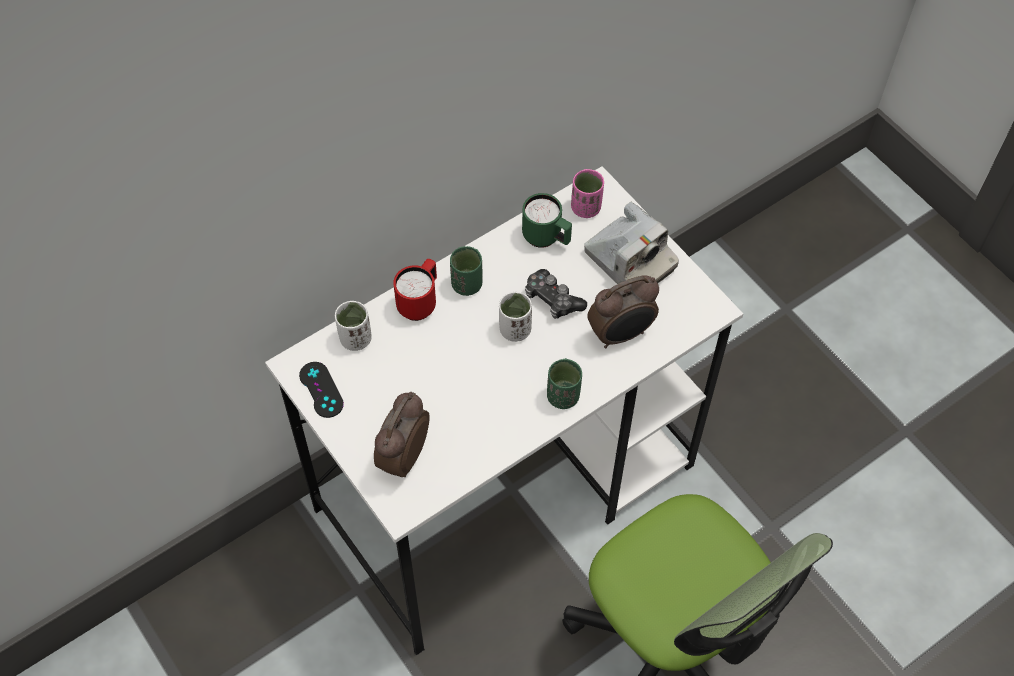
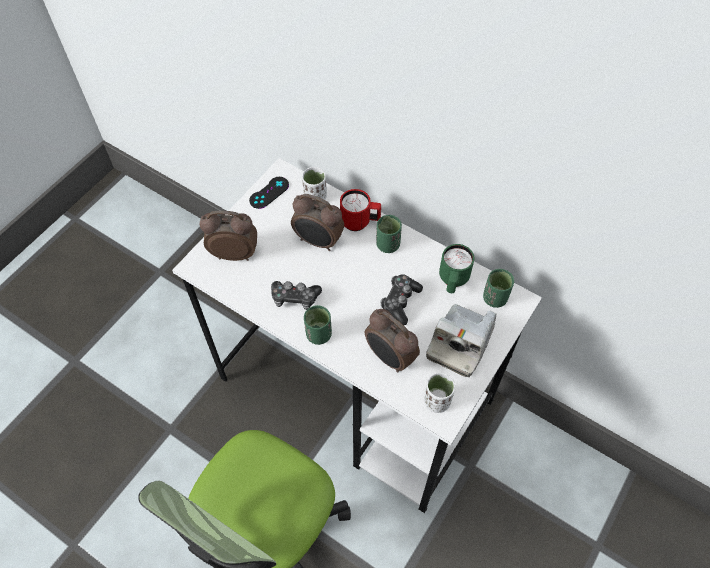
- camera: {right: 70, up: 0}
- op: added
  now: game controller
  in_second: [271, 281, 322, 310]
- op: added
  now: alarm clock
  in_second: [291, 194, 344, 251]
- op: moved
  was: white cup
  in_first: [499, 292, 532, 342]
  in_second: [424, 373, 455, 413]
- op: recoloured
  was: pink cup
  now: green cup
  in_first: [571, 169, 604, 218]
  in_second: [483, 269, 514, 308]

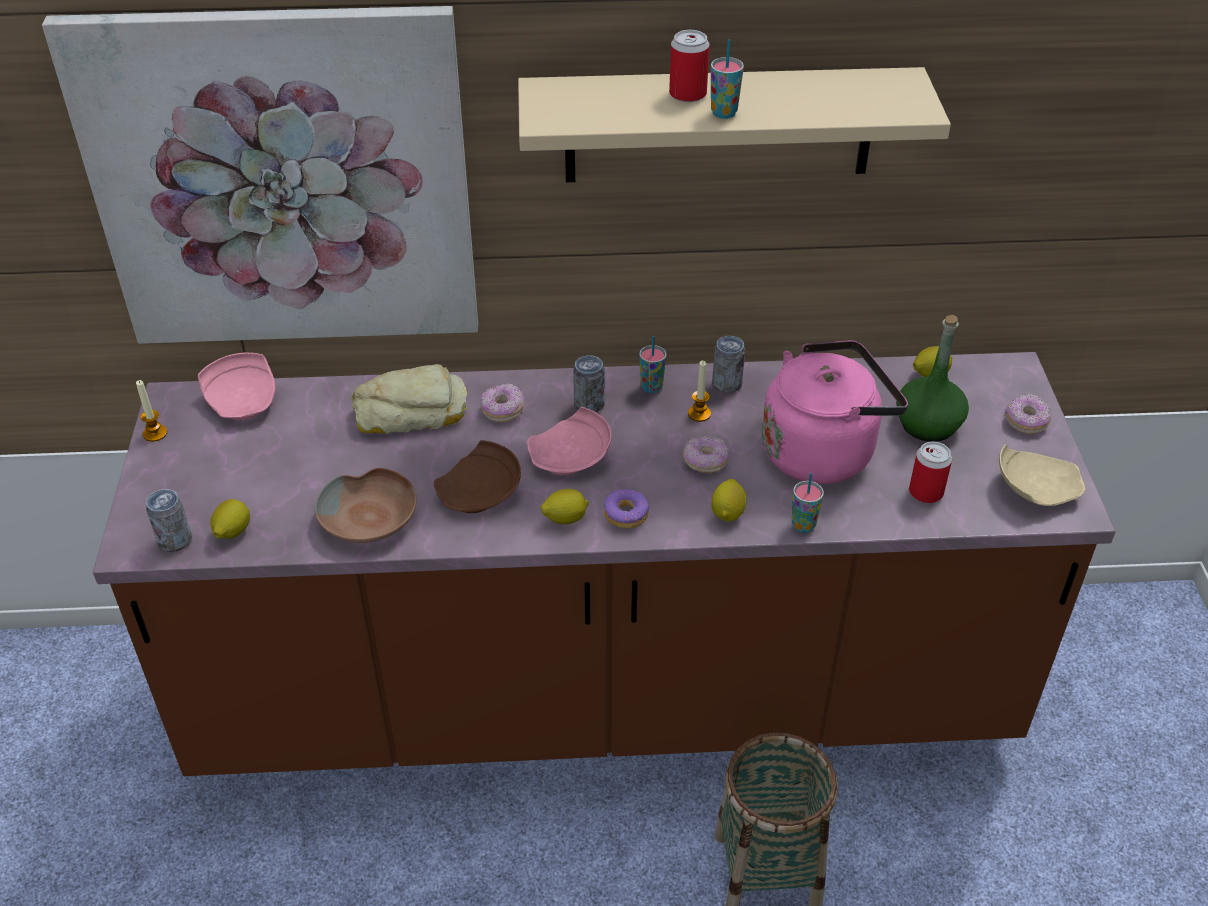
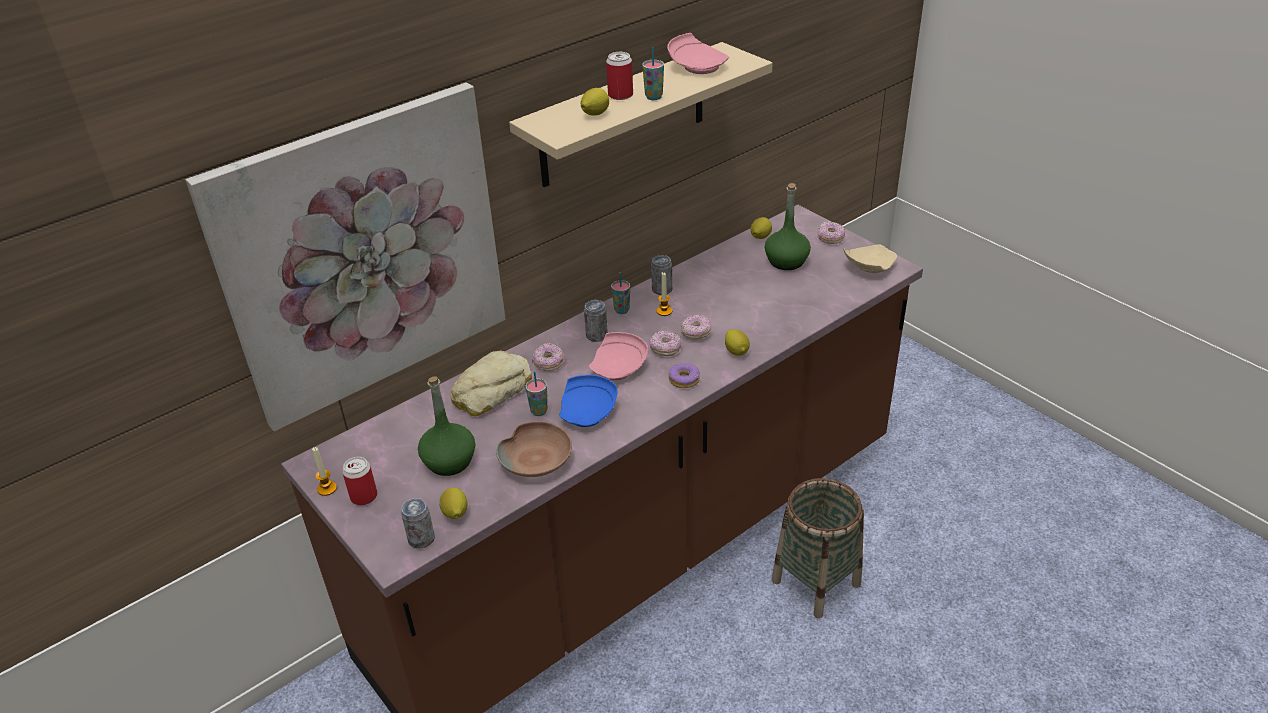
- camera: {right: -35, up: -5}
- op: moved
  was: can
  in_first: [909, 442, 952, 503]
  in_second: [342, 457, 377, 505]
- op: added
  now: green bottle
  in_second: [418, 377, 475, 476]
- op: moved
  was: cup
  in_first: [792, 473, 824, 533]
  in_second: [526, 371, 548, 416]
- op: recoloured
  was: brown plate
  now: blue plate
  in_first: [434, 440, 521, 513]
  in_second: [559, 375, 617, 427]
- op: moved
  was: lemon
  in_first: [541, 489, 589, 524]
  in_second: [581, 88, 609, 116]
- op: added
  now: donut
  in_second: [649, 331, 682, 356]
- op: moved
  was: pink plate
  in_first: [198, 352, 275, 420]
  in_second: [667, 33, 729, 74]
- op: removed
  was: pink kettle
  in_first: [762, 340, 908, 484]

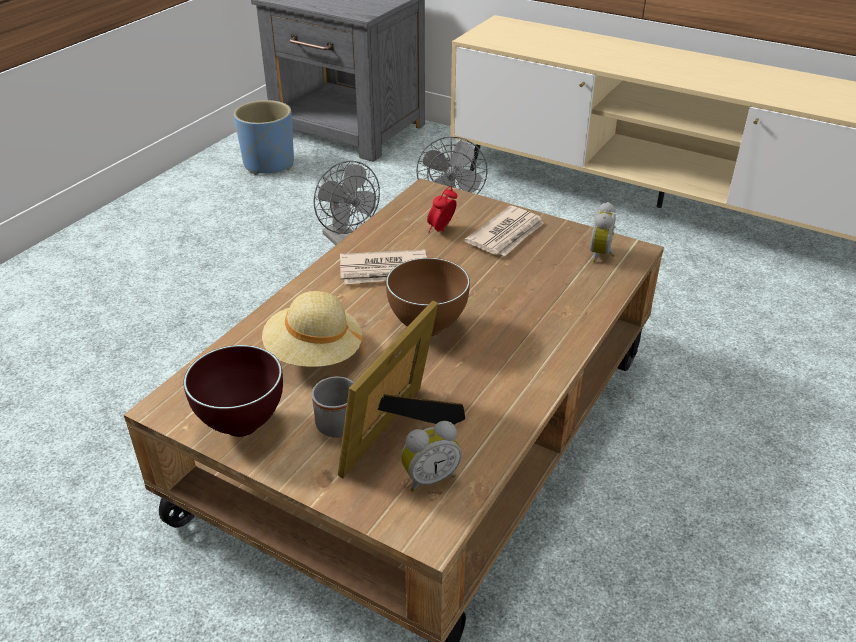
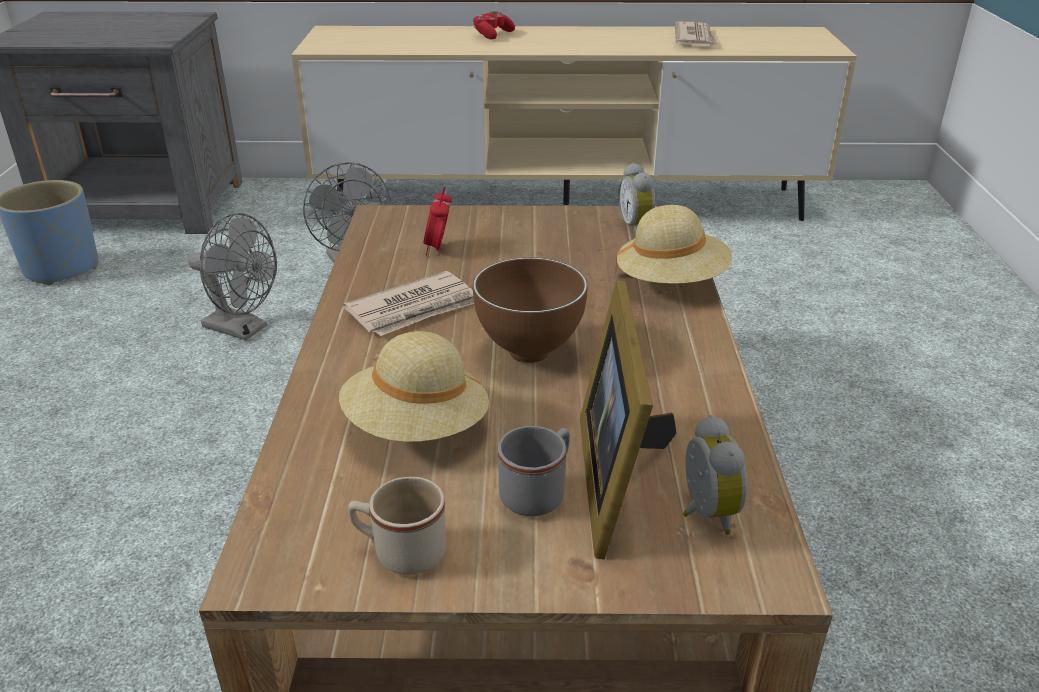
- camera: {right: -30, up: -5}
- op: replaced
  was: brown bowl
  now: beige mug
  in_first: [183, 345, 283, 437]
  in_second: [348, 477, 446, 575]
- op: added
  now: red game controller
  in_second: [473, 11, 515, 39]
- op: added
  now: beige hat
  in_second: [615, 205, 732, 284]
- op: moved
  was: newspaper
  in_first: [464, 206, 544, 256]
  in_second: [675, 22, 718, 46]
- op: turned
  was: alarm clock
  in_first: [401, 421, 462, 492]
  in_second: [683, 415, 747, 535]
  clockwise: -45

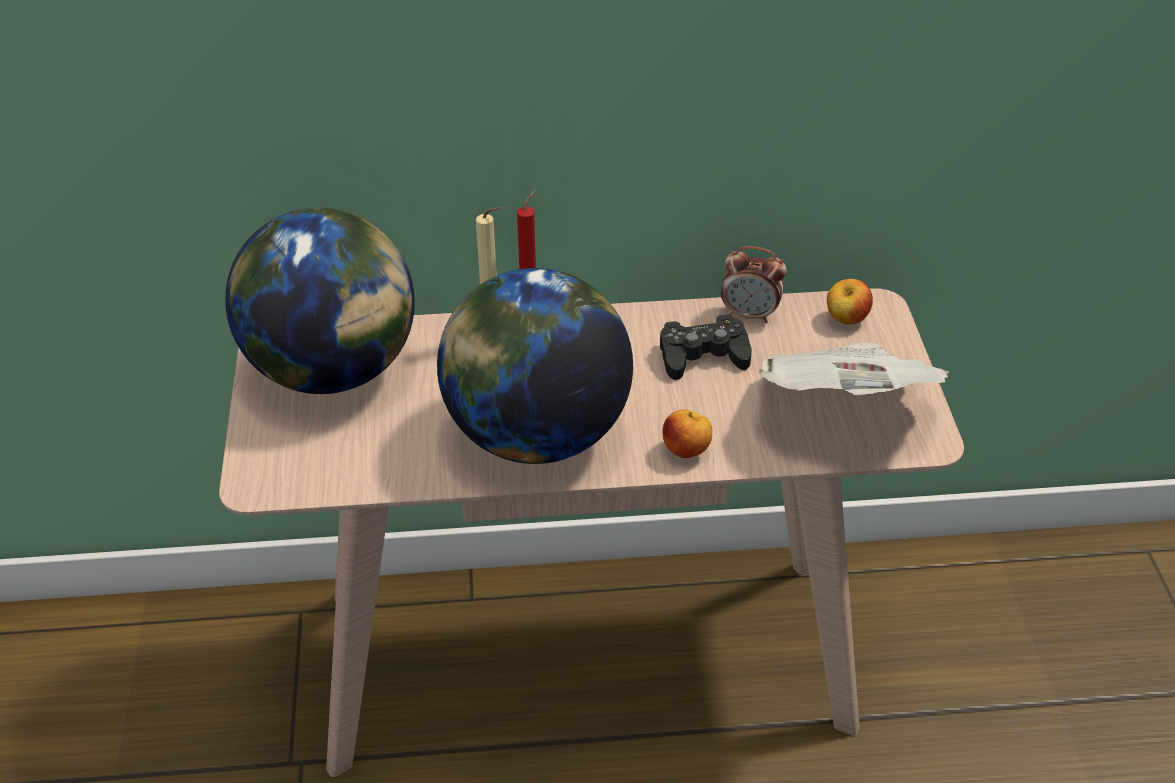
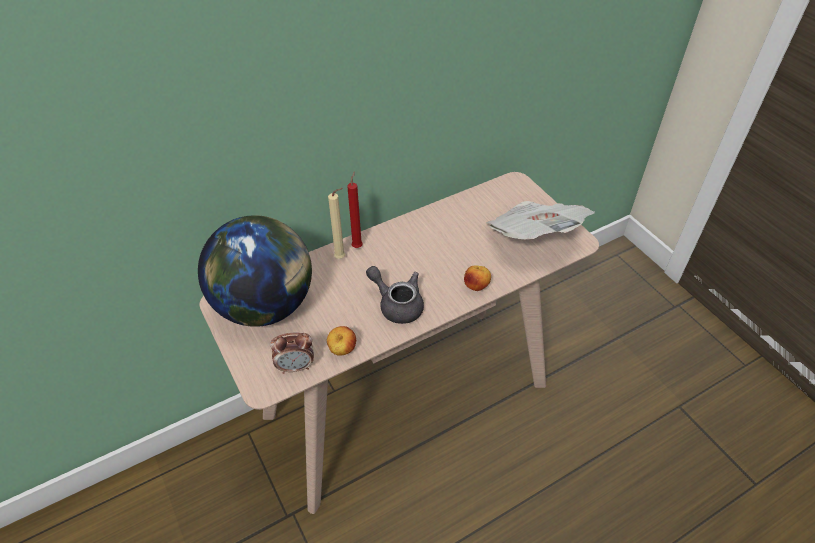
- camera: {right: -25, up: 5}
- op: moved
  was: alarm clock
  in_first: [721, 246, 787, 323]
  in_second: [270, 333, 314, 374]
- op: moved
  was: apple
  in_first: [827, 279, 873, 325]
  in_second: [327, 326, 356, 356]
- op: replaced
  was: globe
  now: grey teapot
  in_first: [437, 268, 633, 464]
  in_second: [366, 266, 424, 324]
- op: removed
  was: black game controller
  in_first: [660, 314, 752, 380]

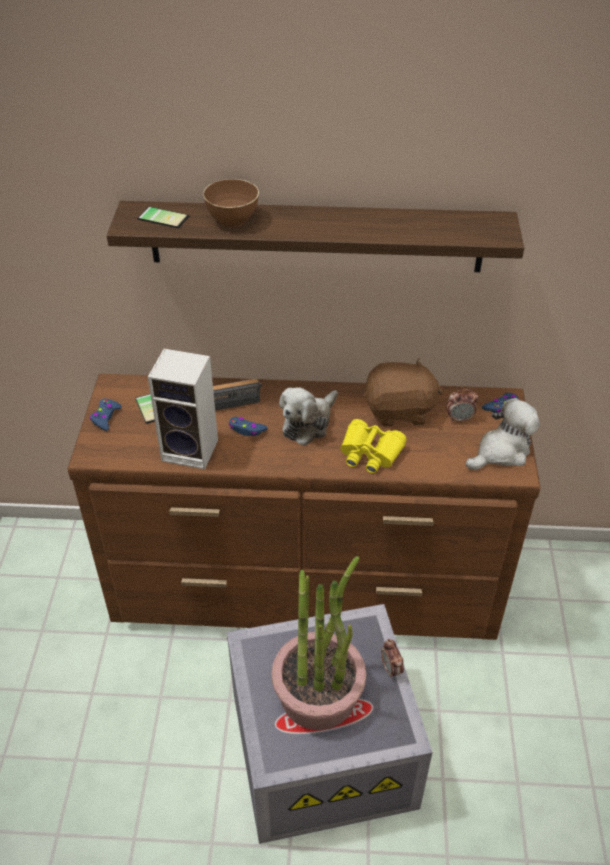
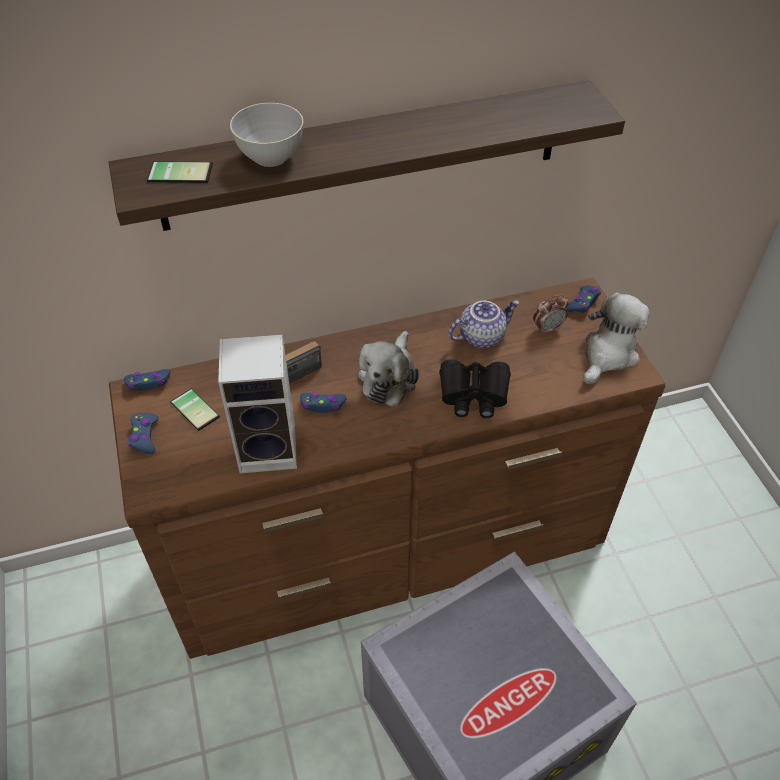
- camera: {right: -20, up: 5}
- op: added
  now: blue game controller
  in_second: [124, 369, 170, 391]
- op: recoloured
  was: brown bowl
  now: grey bowl
  in_first: [203, 179, 259, 227]
  in_second: [230, 103, 303, 167]
- op: recoloured
  was: yellow binoculars
  now: black binoculars
  in_first: [340, 419, 407, 473]
  in_second: [439, 359, 511, 418]
- op: replaced
  was: brown plush toy
  now: teapot
  in_first: [364, 357, 444, 427]
  in_second: [448, 300, 519, 348]
- op: removed
  was: potted plant
  in_first: [271, 556, 366, 730]
- op: removed
  was: alarm clock
  in_first: [381, 639, 404, 678]

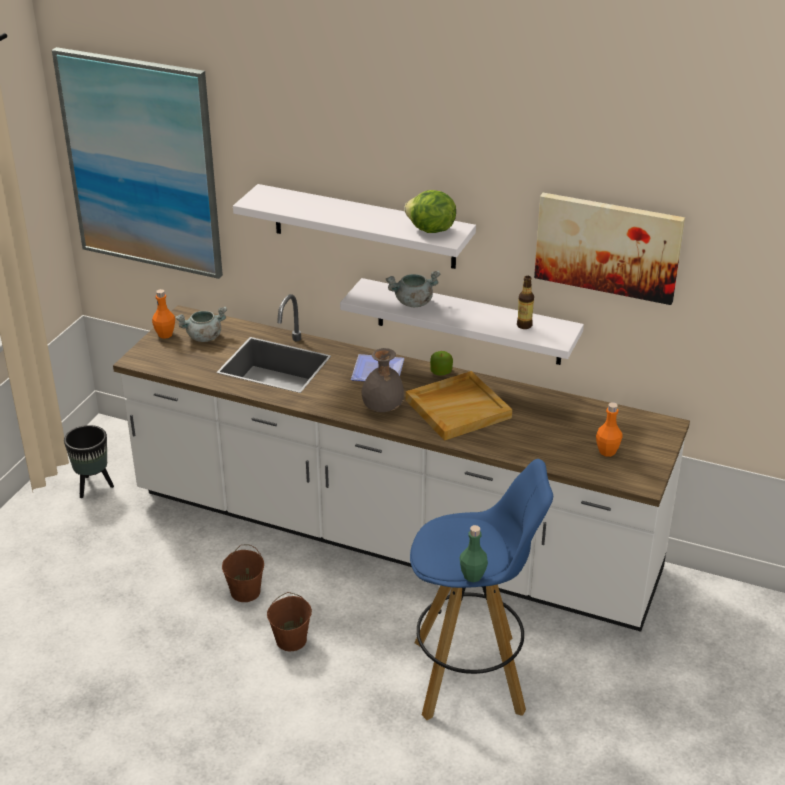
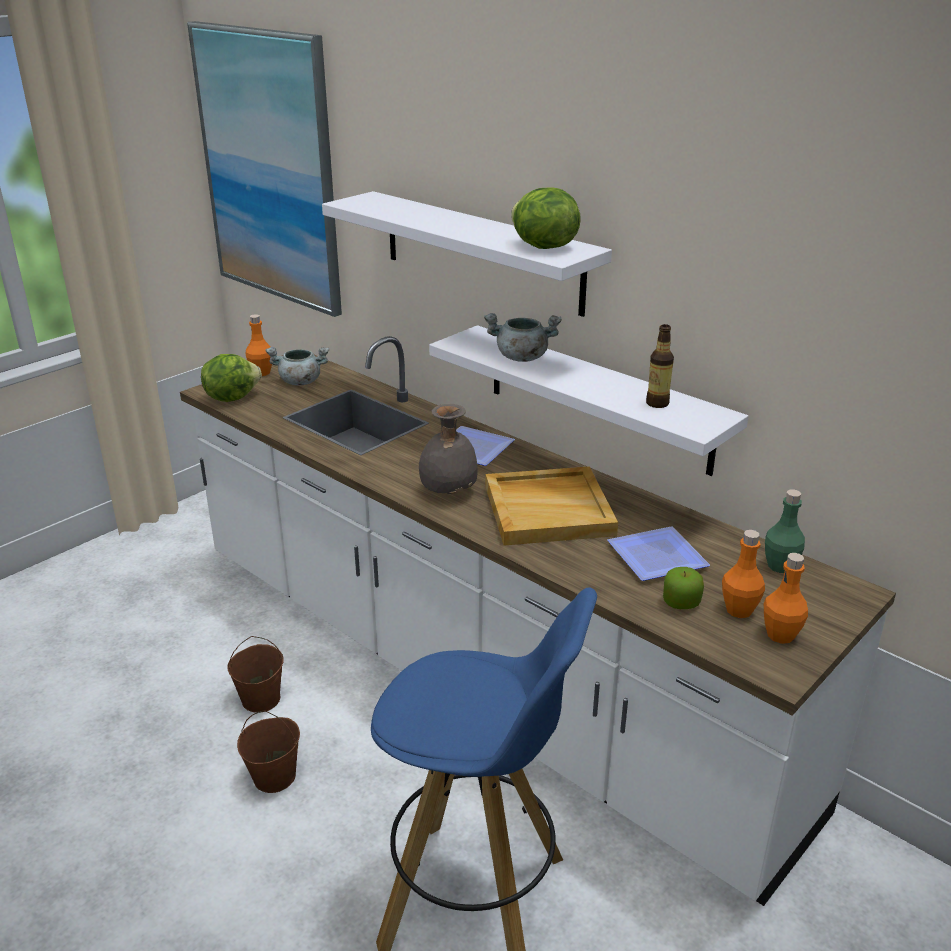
- camera: {right: 20, up: -5}
- op: added
  now: lettuce
  in_second: [201, 354, 262, 402]
- op: added
  now: plate
  in_second: [607, 526, 710, 581]
- op: moved
  was: apple
  in_first: [430, 351, 453, 375]
  in_second: [663, 567, 704, 609]
- op: added
  now: orange bottle
  in_second: [764, 553, 808, 644]
- op: moved
  was: green bottle
  in_first: [460, 525, 488, 582]
  in_second: [765, 489, 805, 573]
- op: removed
  was: black planter
  in_first: [64, 425, 114, 498]
- op: removed
  was: picture
  in_first: [534, 193, 685, 305]

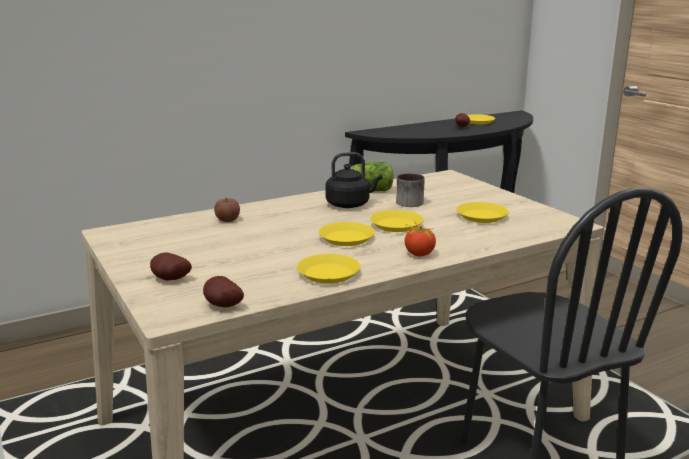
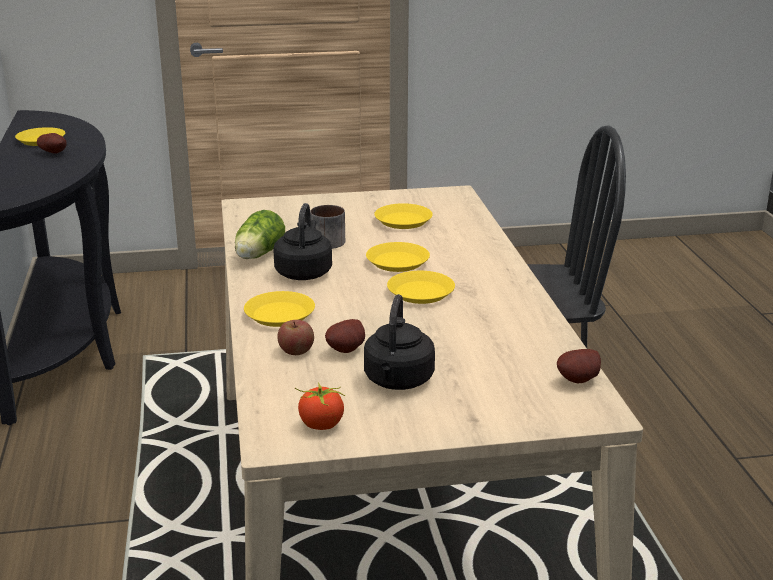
- camera: {right: -70, up: 5}
- op: moved
  was: yellow plate
  in_first: [297, 254, 361, 284]
  in_second: [244, 291, 315, 327]
- op: moved
  was: tomato
  in_first: [405, 221, 436, 256]
  in_second: [295, 382, 345, 430]
- op: moved
  was: potato
  in_first: [150, 253, 192, 281]
  in_second: [325, 319, 365, 353]
- op: added
  now: black kettle
  in_second: [364, 294, 435, 390]

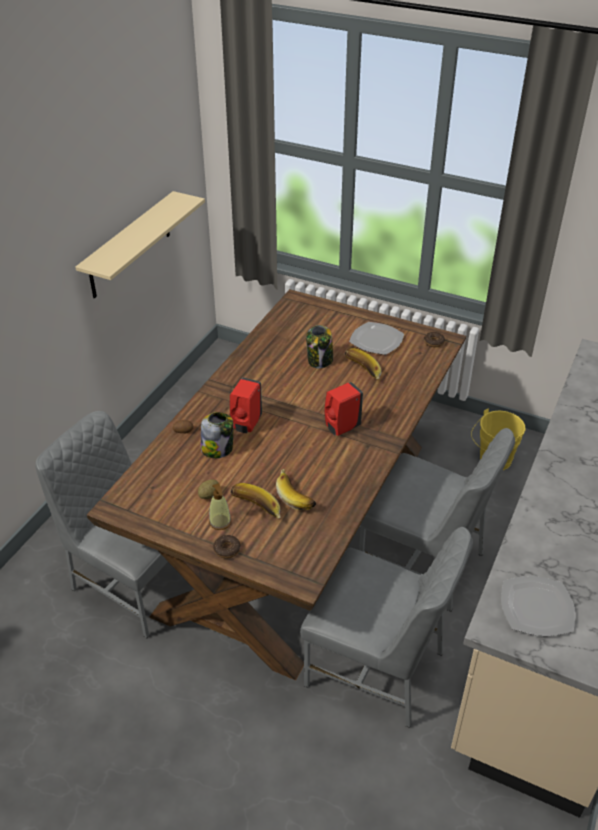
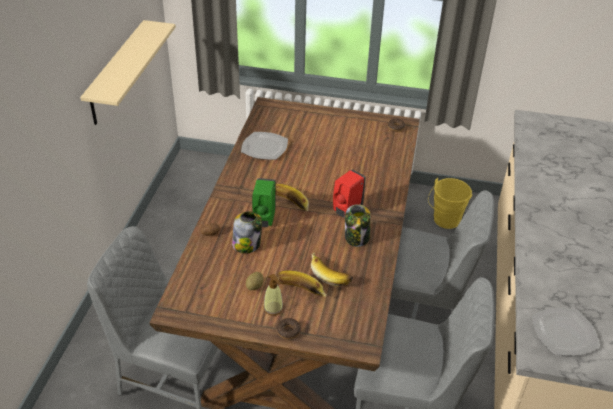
- camera: {right: -15, up: 0}
- op: moved
  was: plate
  in_first: [349, 322, 404, 355]
  in_second: [241, 132, 288, 160]
- op: recoloured
  was: red soap dispenser
  now: green soap dispenser
  in_first: [230, 378, 262, 433]
  in_second: [252, 178, 276, 227]
- op: moved
  was: banana
  in_first: [345, 348, 381, 380]
  in_second: [275, 184, 309, 211]
- op: moved
  was: jar
  in_first: [306, 325, 333, 368]
  in_second: [345, 204, 371, 247]

